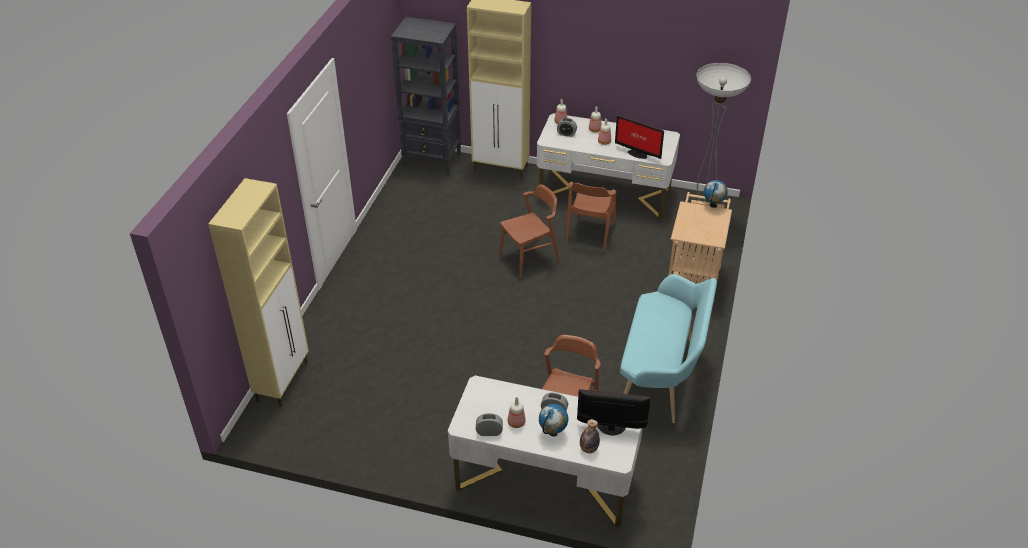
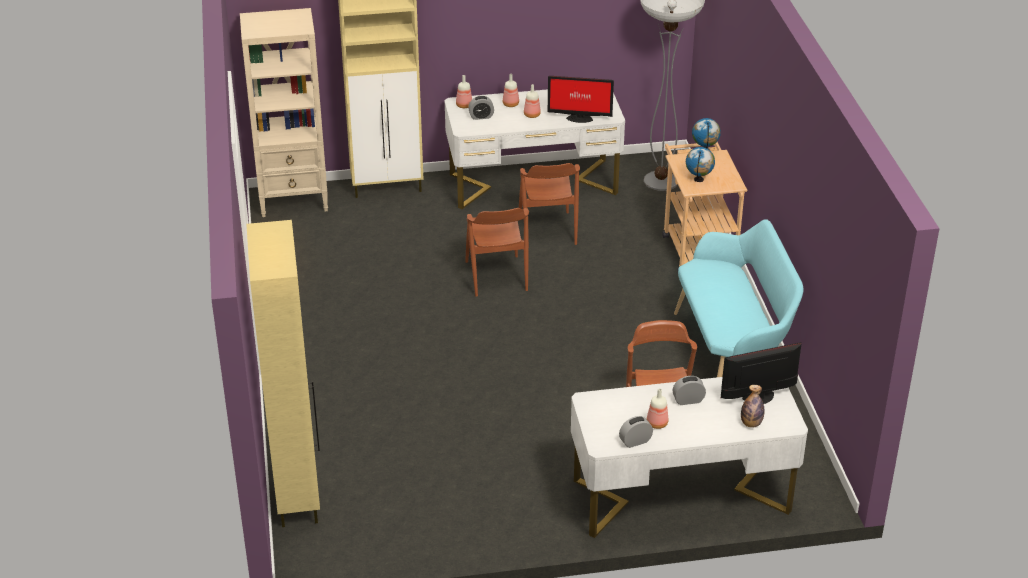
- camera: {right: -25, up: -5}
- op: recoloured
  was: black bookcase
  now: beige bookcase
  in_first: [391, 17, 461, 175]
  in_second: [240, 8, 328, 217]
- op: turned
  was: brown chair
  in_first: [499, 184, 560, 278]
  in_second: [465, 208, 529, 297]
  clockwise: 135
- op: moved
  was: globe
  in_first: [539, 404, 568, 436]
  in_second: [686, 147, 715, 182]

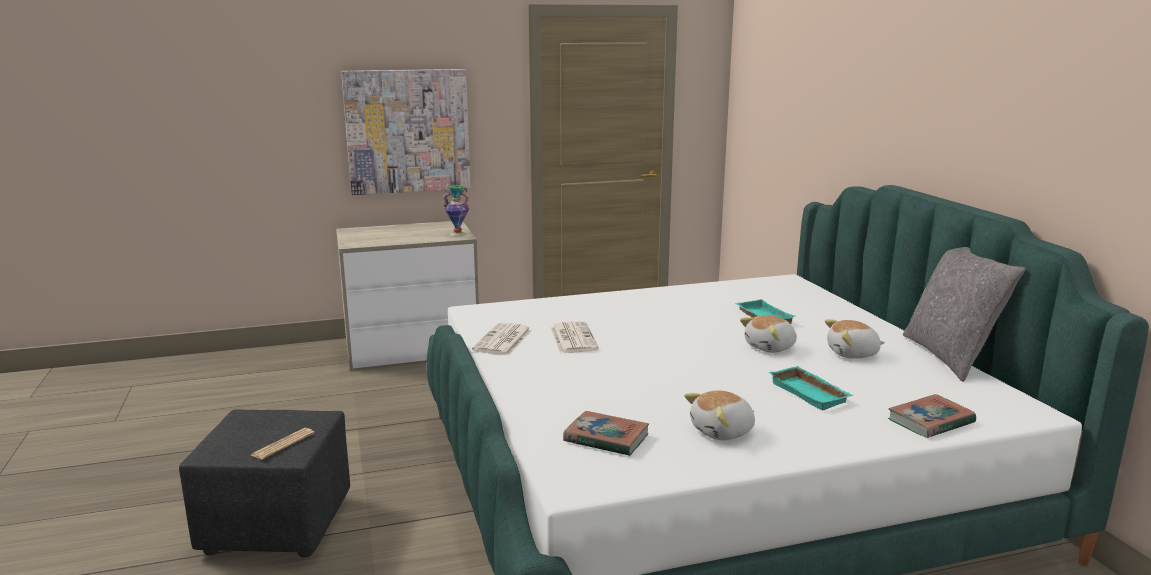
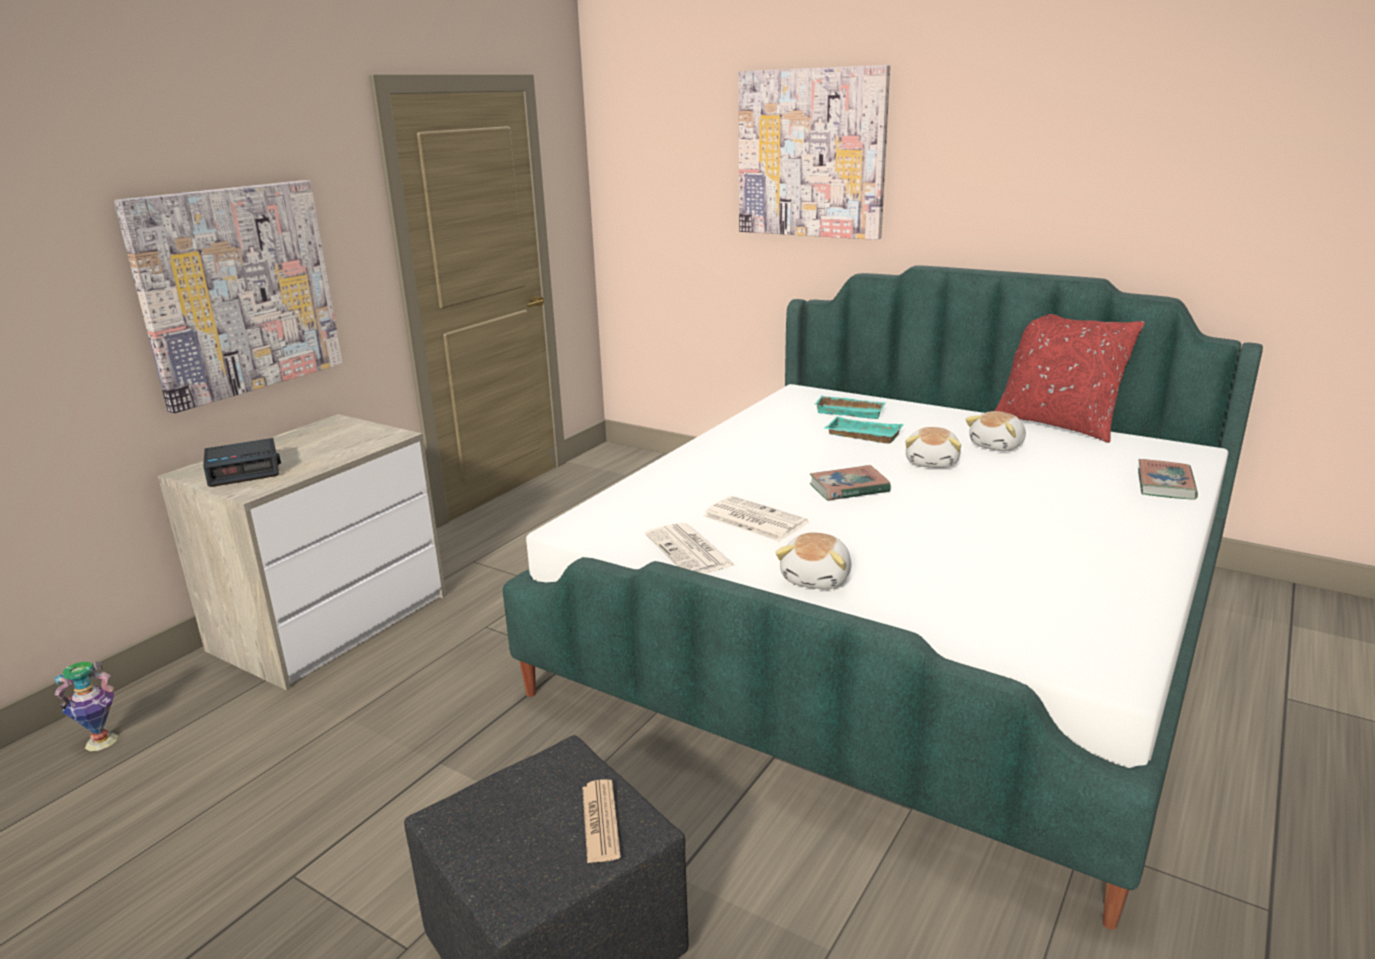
- camera: {right: -40, up: 5}
- op: moved
  was: vase
  in_first: [443, 185, 470, 236]
  in_second: [54, 662, 118, 751]
- op: added
  now: alarm clock
  in_second: [203, 438, 281, 487]
- op: added
  now: picture
  in_second: [738, 65, 890, 240]
- op: moved
  was: plush toy
  in_first: [684, 390, 755, 440]
  in_second: [775, 532, 851, 589]
- op: moved
  was: book
  in_first: [563, 411, 649, 456]
  in_second: [810, 465, 891, 501]
- op: moved
  was: turquoise tray
  in_first: [769, 366, 854, 410]
  in_second: [814, 396, 886, 419]
- op: recoloured
  was: grey pillow
  now: red pillow
  in_first: [903, 247, 1025, 382]
  in_second: [994, 314, 1145, 443]

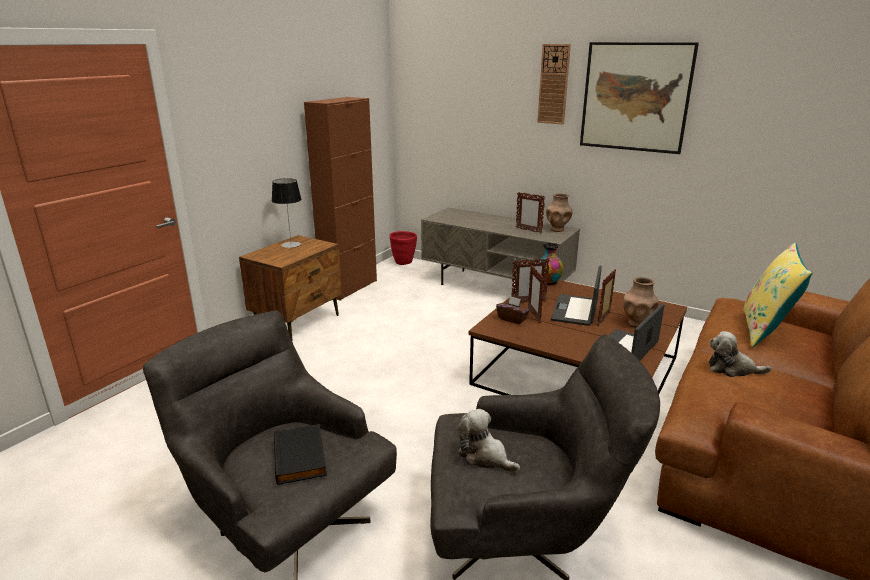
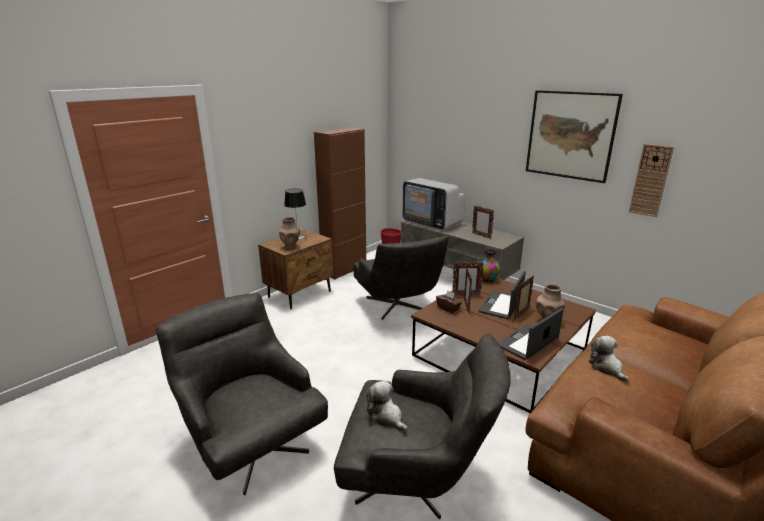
- camera: {right: 10, up: 0}
- op: moved
  was: brown vase
  in_first: [546, 193, 573, 232]
  in_second: [279, 217, 300, 249]
- op: added
  now: grey armchair
  in_second: [353, 236, 449, 320]
- op: added
  now: television
  in_second: [403, 178, 465, 230]
- op: turned
  was: plush toy
  in_first: [709, 331, 771, 377]
  in_second: [588, 336, 629, 382]
  clockwise: 45
- op: moved
  was: wall clock
  in_first: [537, 44, 571, 124]
  in_second: [629, 144, 674, 217]
- op: removed
  was: black book
  in_first: [274, 424, 327, 485]
- op: removed
  was: yellow pillow
  in_first: [743, 243, 813, 347]

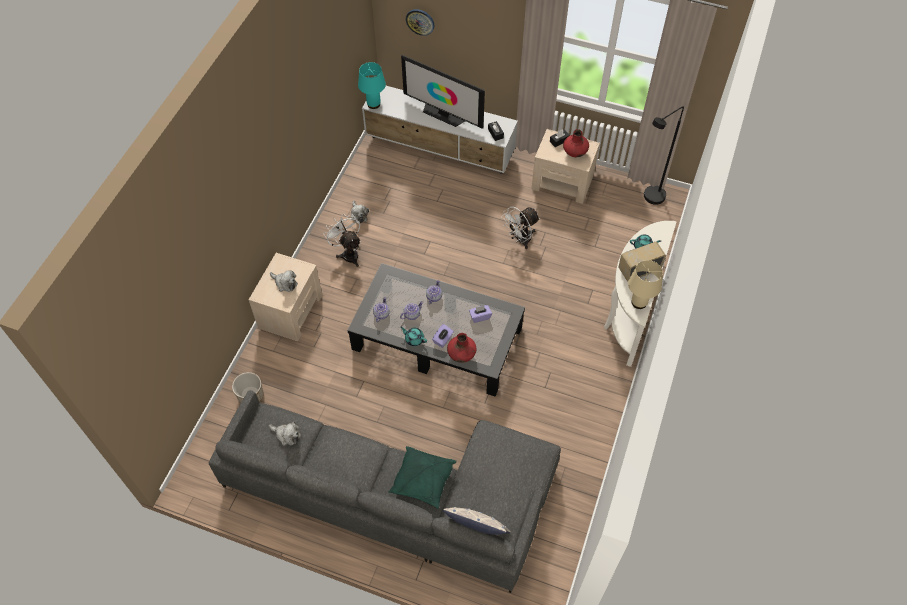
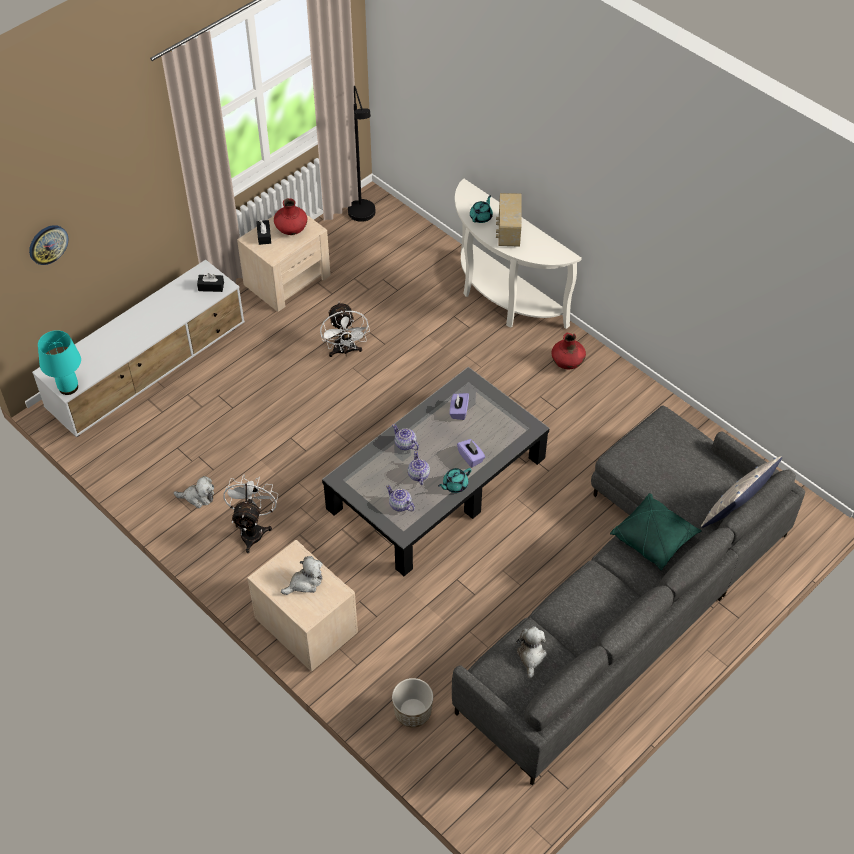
- camera: {right: -65, up: -5}
- op: turned
  was: white fan
  in_first: [324, 213, 361, 267]
  in_second: [223, 475, 278, 553]
  clockwise: 105
- op: turned
  was: plush toy
  in_first: [269, 422, 301, 446]
  in_second: [516, 626, 547, 679]
  clockwise: -45
- op: moved
  was: red vase
  in_first: [447, 333, 476, 363]
  in_second: [552, 332, 586, 369]
- op: removed
  was: television
  in_first: [401, 55, 485, 129]
- op: removed
  was: beige table lamp
  in_first: [628, 260, 663, 309]

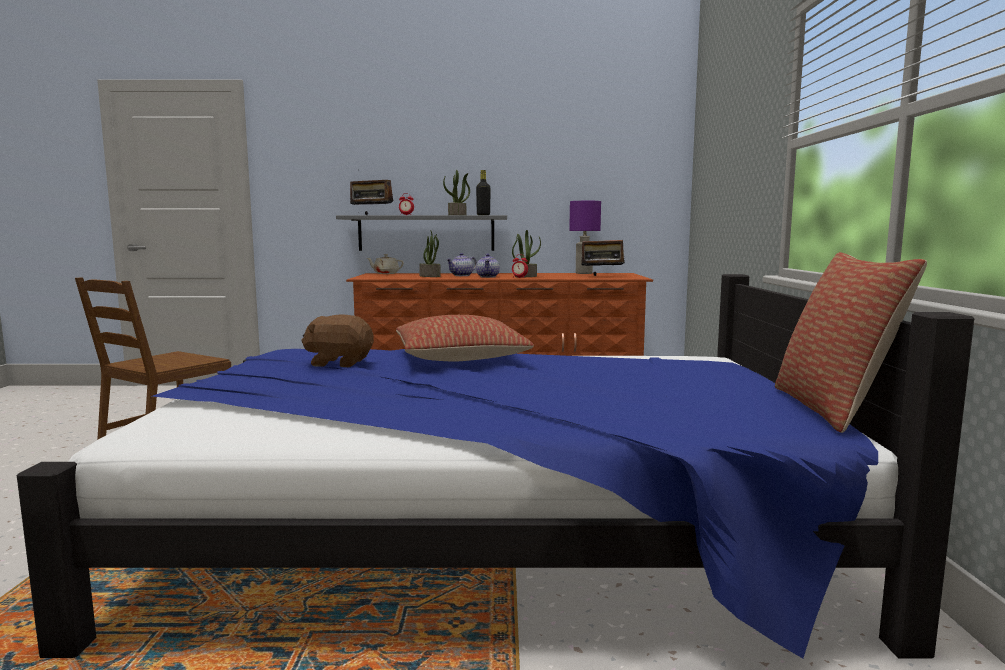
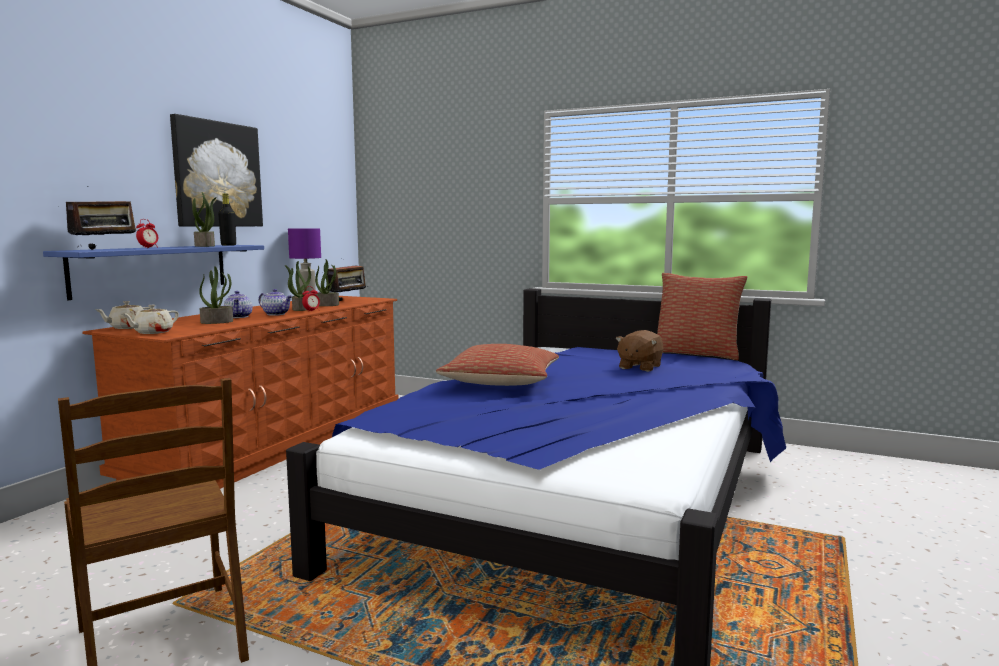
- camera: {right: -65, up: 0}
- op: recoloured
  was: grey shelf
  now: blue shelf
  in_first: [336, 215, 507, 251]
  in_second: [43, 245, 264, 300]
- op: added
  now: beige teapot
  in_second: [122, 305, 179, 334]
- op: added
  now: picture
  in_second: [170, 114, 263, 227]
- op: added
  now: potted plant
  in_second: [315, 259, 339, 306]
- op: moved
  was: brown plush toy
  in_first: [301, 314, 374, 367]
  in_second: [616, 330, 664, 372]

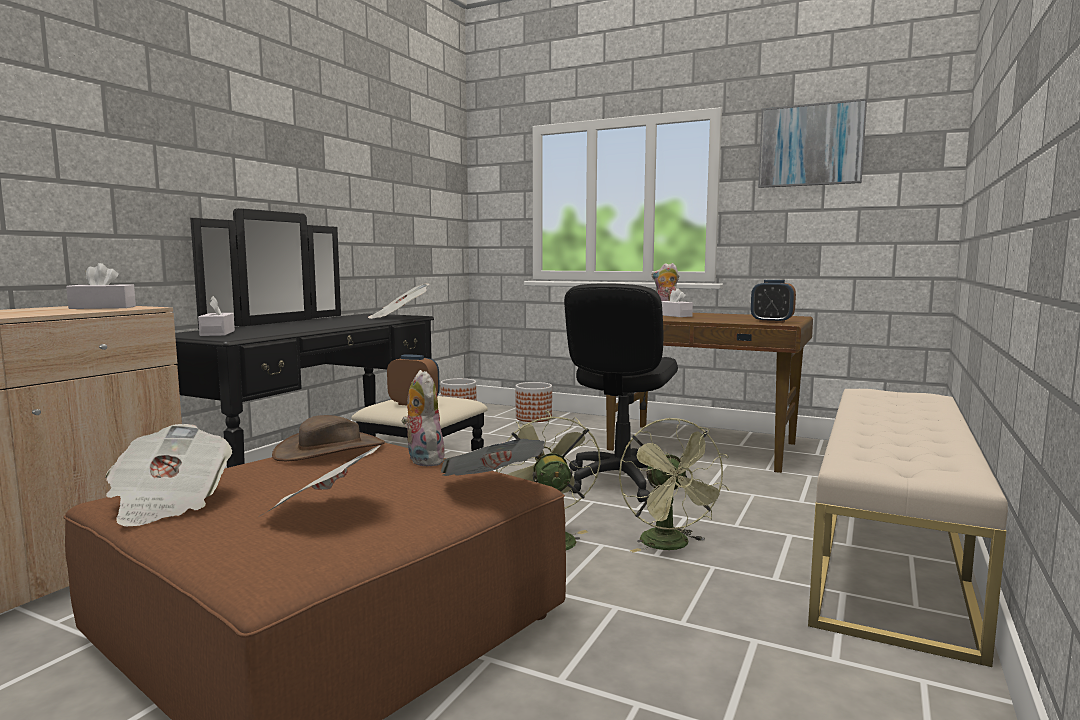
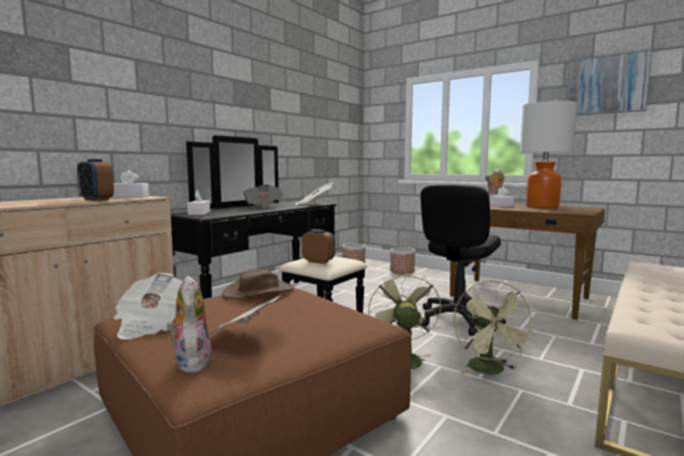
- camera: {right: 10, up: 0}
- op: moved
  was: alarm clock
  in_first: [751, 280, 796, 323]
  in_second: [77, 159, 114, 201]
- op: moved
  was: plush toy
  in_first: [401, 370, 445, 466]
  in_second: [167, 276, 212, 373]
- op: moved
  was: newspaper
  in_first: [441, 439, 545, 476]
  in_second: [243, 185, 283, 205]
- op: added
  now: table lamp
  in_second: [520, 101, 577, 208]

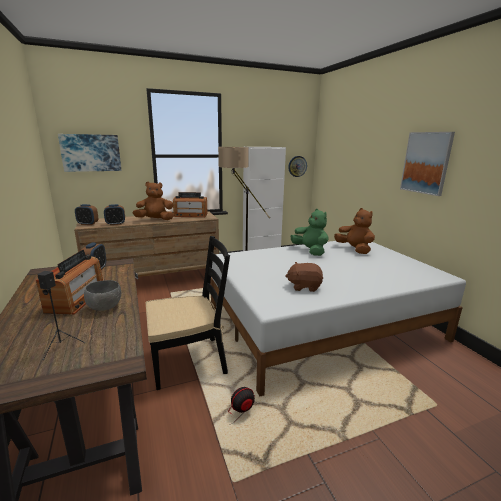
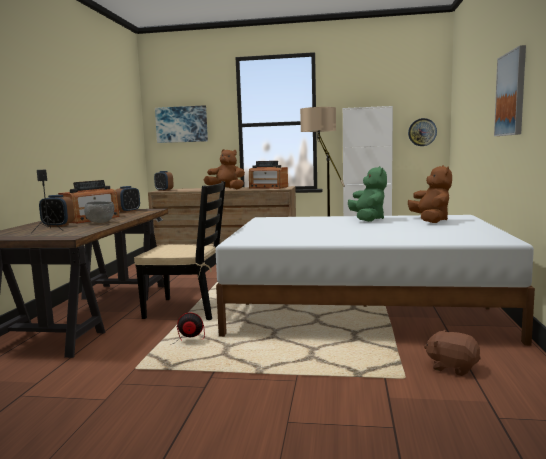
- camera: {right: 30, up: -10}
- op: moved
  was: alarm clock
  in_first: [104, 204, 125, 225]
  in_second: [39, 195, 74, 227]
- op: moved
  was: brown plush toy
  in_first: [285, 262, 323, 292]
  in_second: [424, 329, 481, 376]

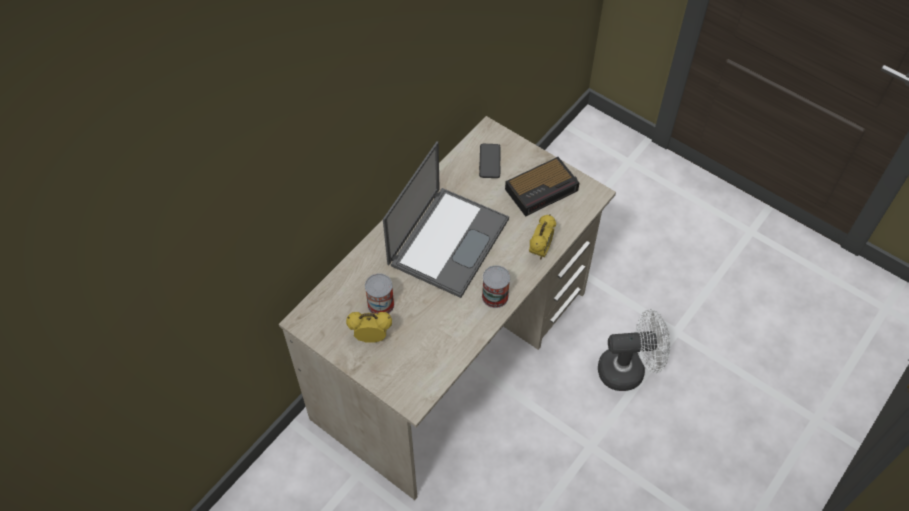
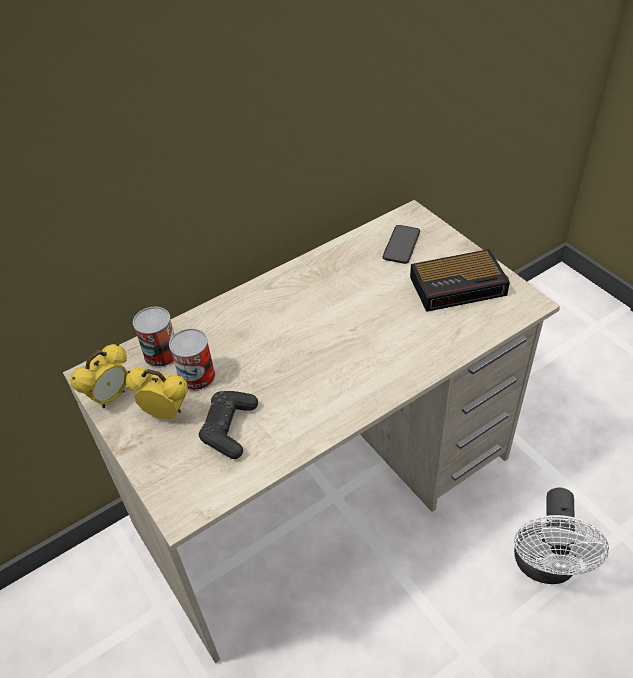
- camera: {right: 20, up: -10}
- op: moved
  was: alarm clock
  in_first: [529, 214, 556, 259]
  in_second: [70, 344, 128, 408]
- op: moved
  was: can
  in_first: [482, 265, 510, 308]
  in_second: [133, 307, 174, 368]
- op: added
  now: black game controller
  in_second: [199, 391, 258, 459]
- op: turned
  was: white fan
  in_first: [598, 309, 670, 391]
  in_second: [514, 488, 609, 584]
  clockwise: 90
- op: removed
  was: laptop
  in_first: [383, 141, 509, 298]

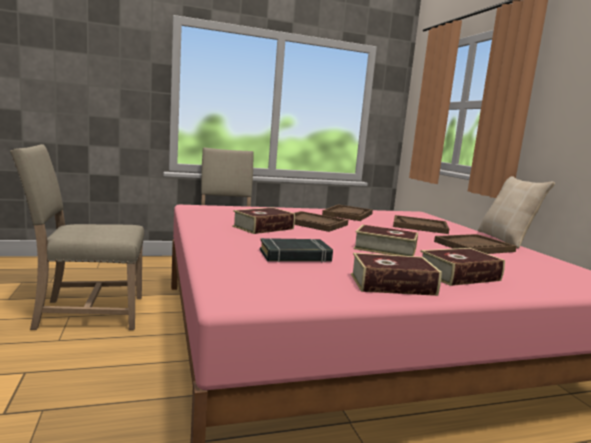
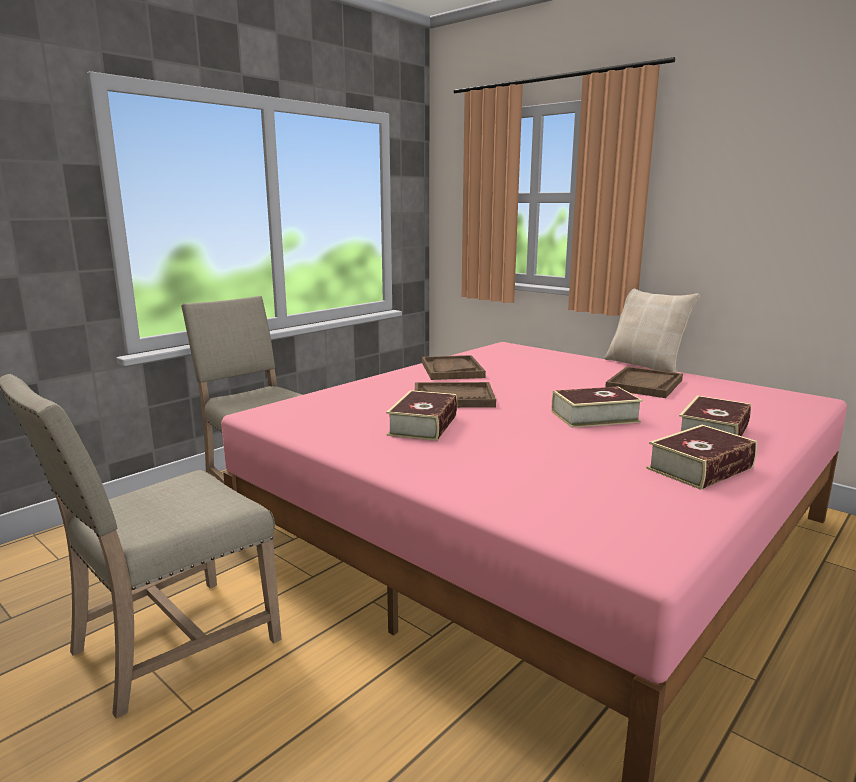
- camera: {right: -30, up: 5}
- op: removed
  was: black book
  in_first: [260, 238, 333, 263]
- op: removed
  was: brown tray
  in_first: [393, 215, 449, 234]

